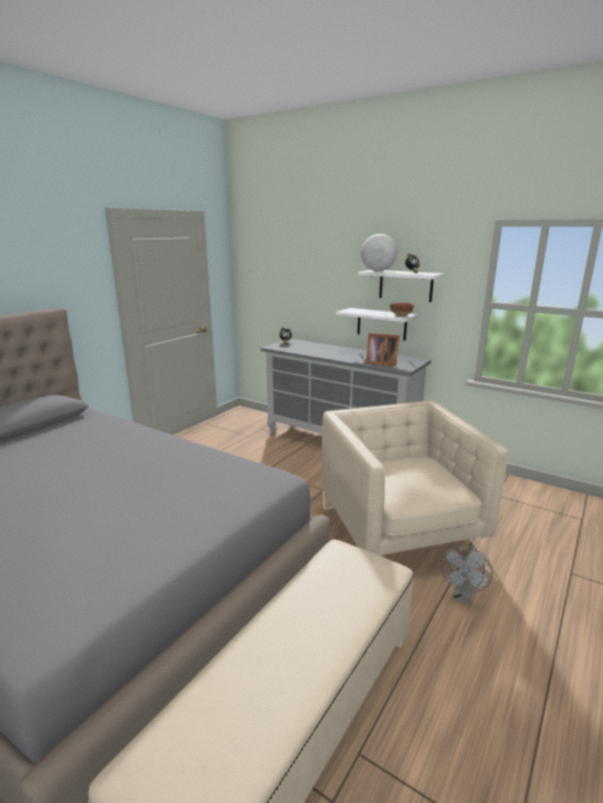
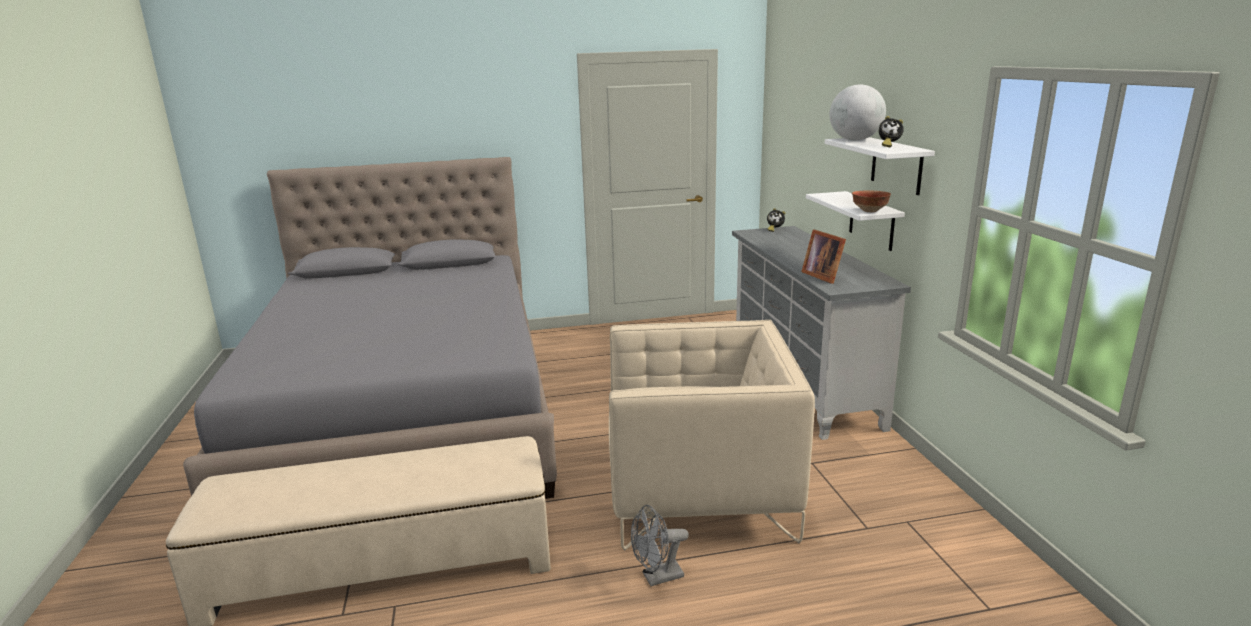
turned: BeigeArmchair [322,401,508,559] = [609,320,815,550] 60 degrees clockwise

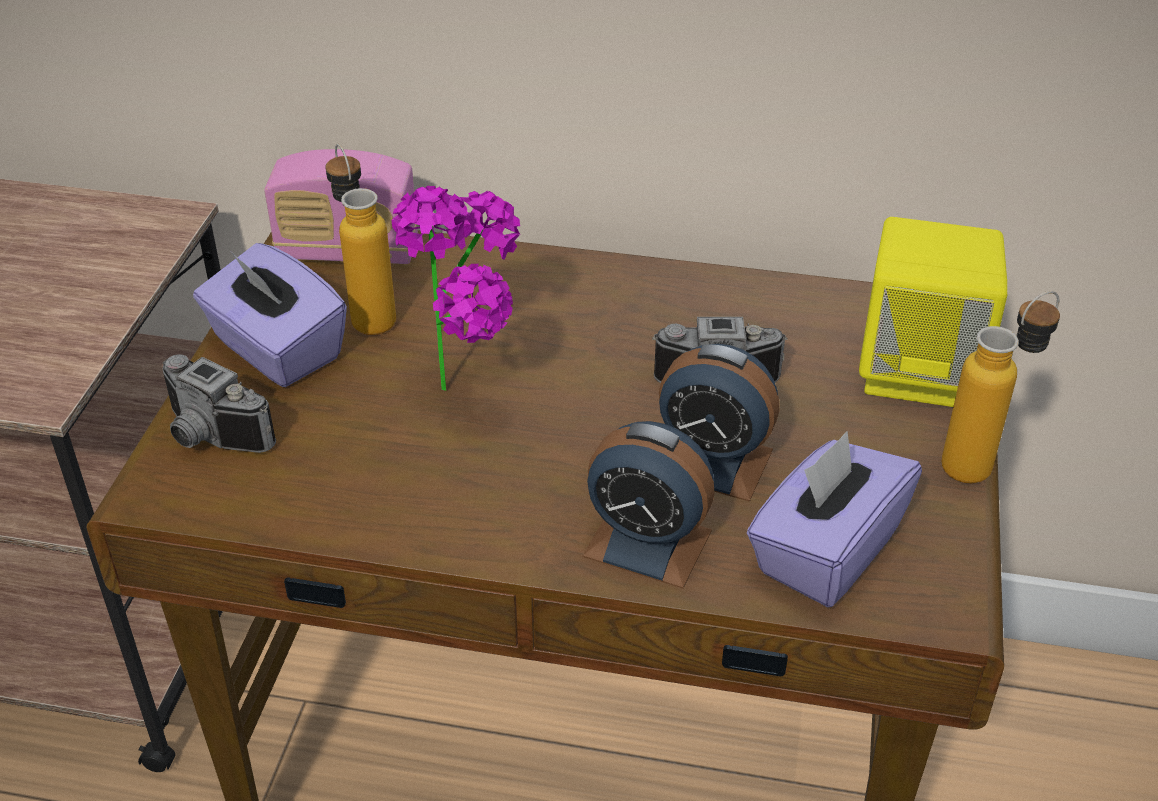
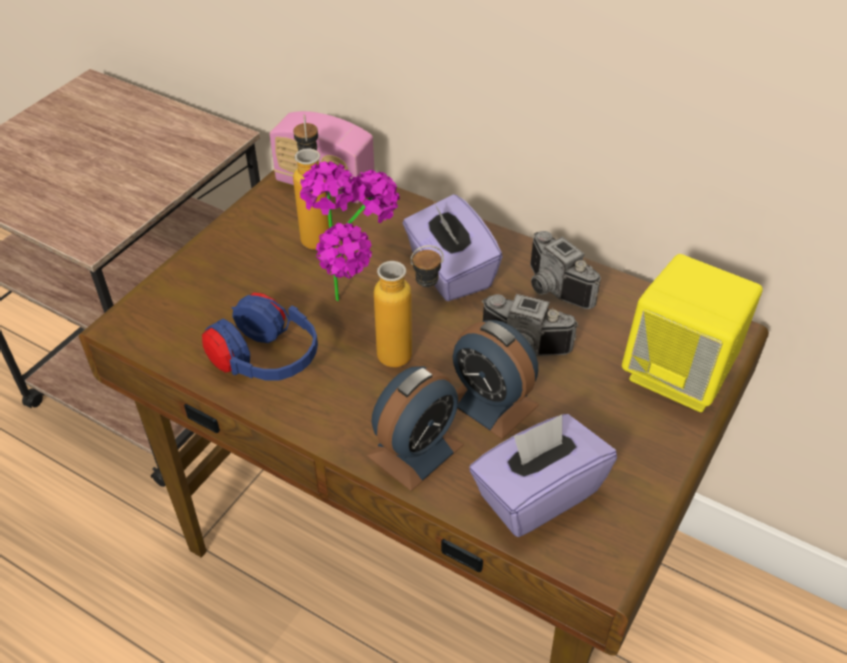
added: BlueHeadphones [202,293,318,381]
moved: PhotoCamera [162,354,276,453] to [530,231,601,309]; PurpleTissueBox [193,243,347,387] to [402,194,503,301]; Bottle [941,291,1060,483] to [374,245,444,368]
turned: AlarmClock [583,421,715,589] = [367,366,464,491] 90 degrees counterclockwise

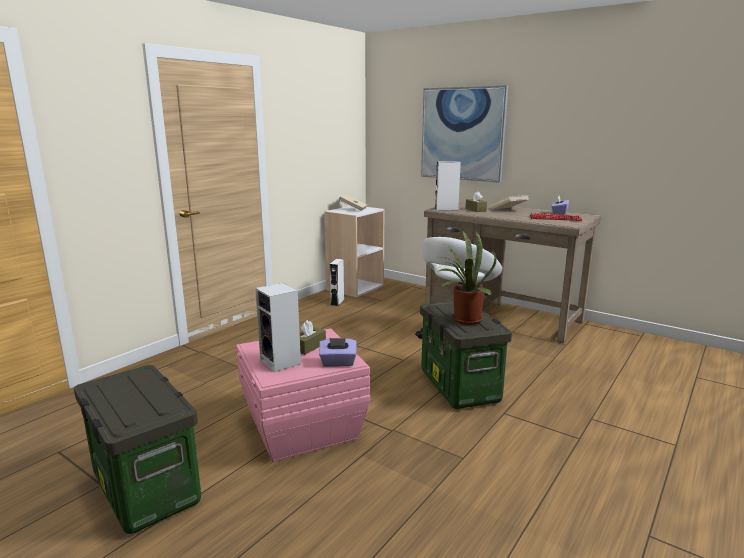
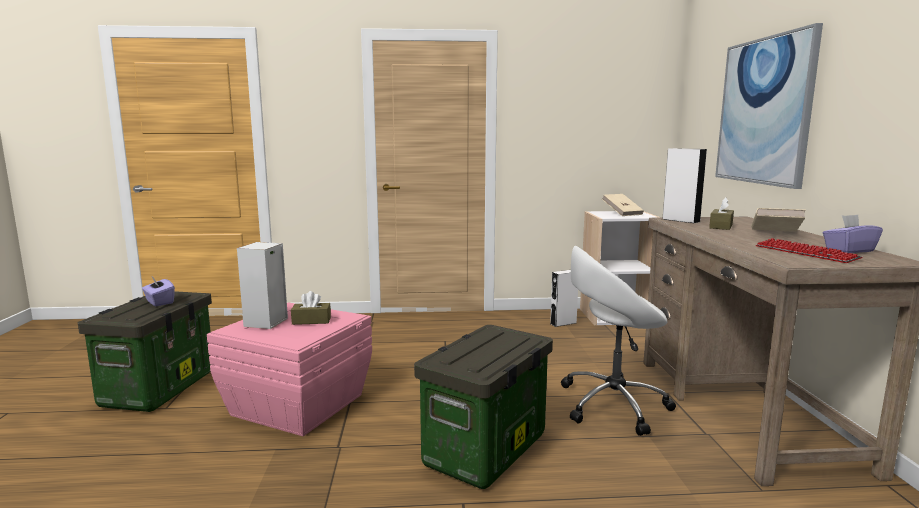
removed: PottedPlant [437,230,496,325]
moved: PurpleTissueBox [319,338,357,367] to [142,277,175,306]

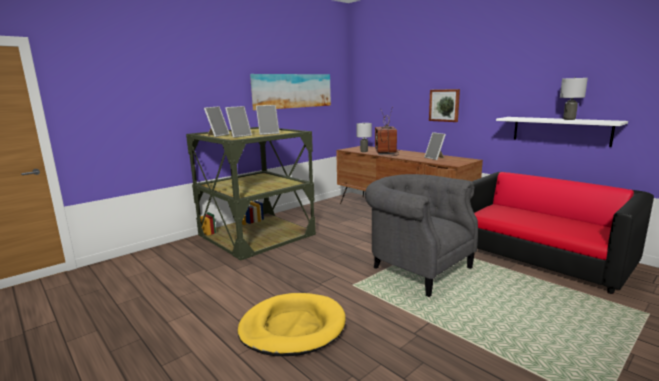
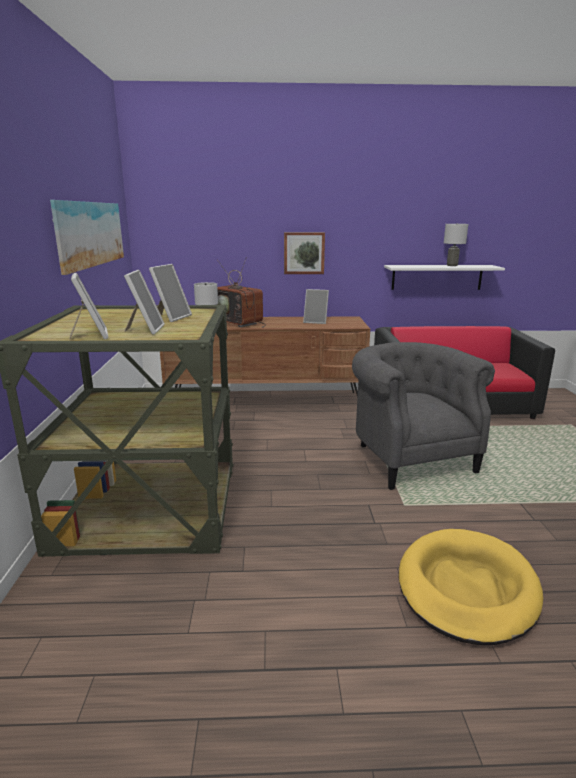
turned: GreyArmchair [365,174,478,297] = [352,342,495,490] 75 degrees clockwise

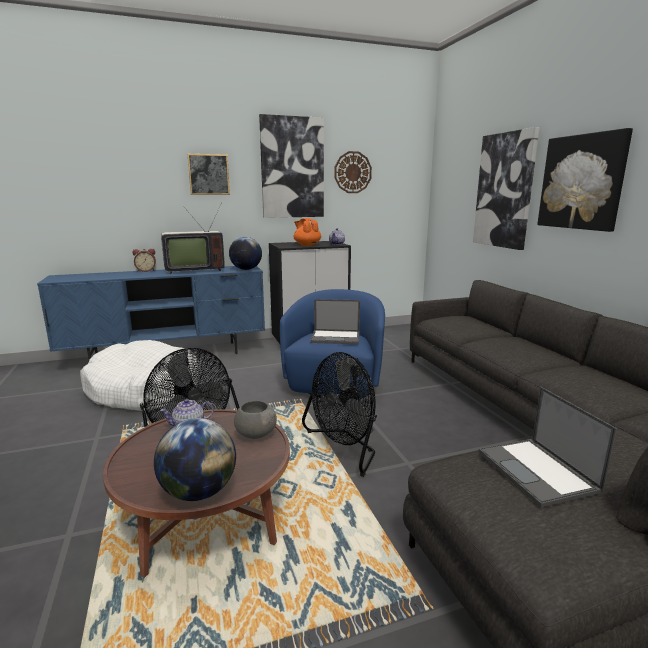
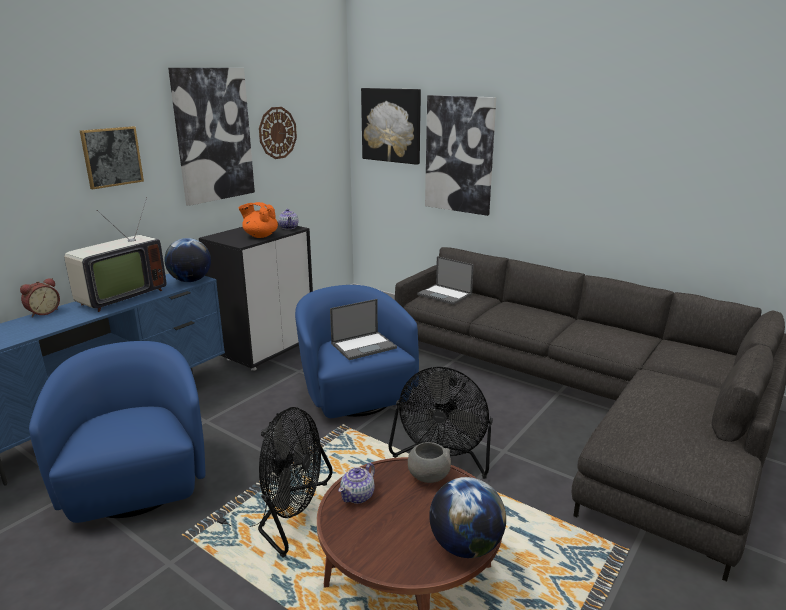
moved: Laptop [478,387,617,508] to [417,256,474,305]; Picture [537,128,633,232] to [361,88,421,165]
replaced: WhiteDogBed [80,340,198,411] to BlueArmchair [29,341,206,523]

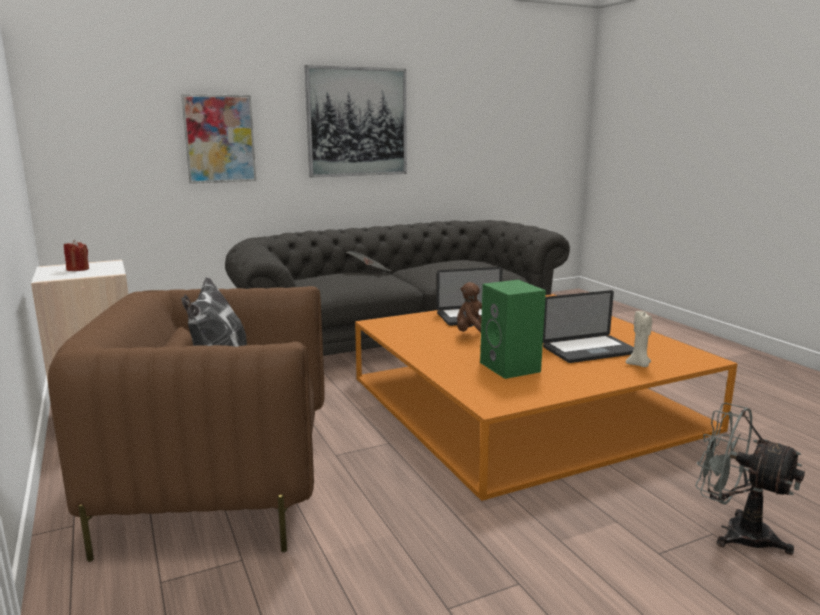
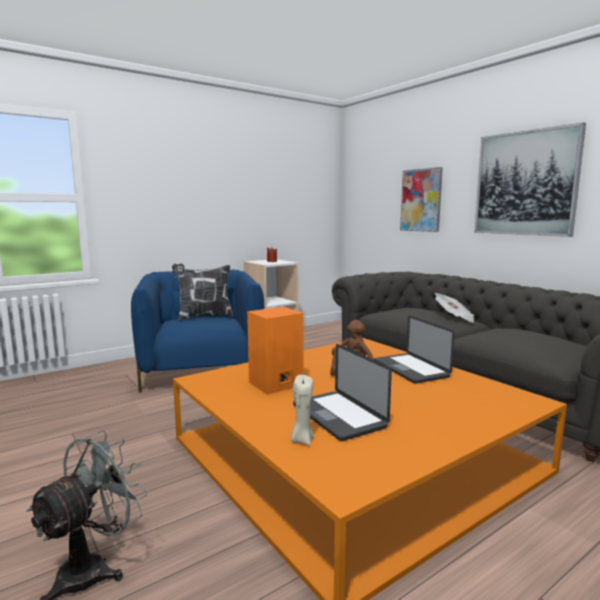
recoloured: BrownArmchair [48,286,325,562] to BlueArmchair [131,270,264,393]; GreenSpeaker [480,280,546,379] to OrangeSpeaker [247,307,304,395]

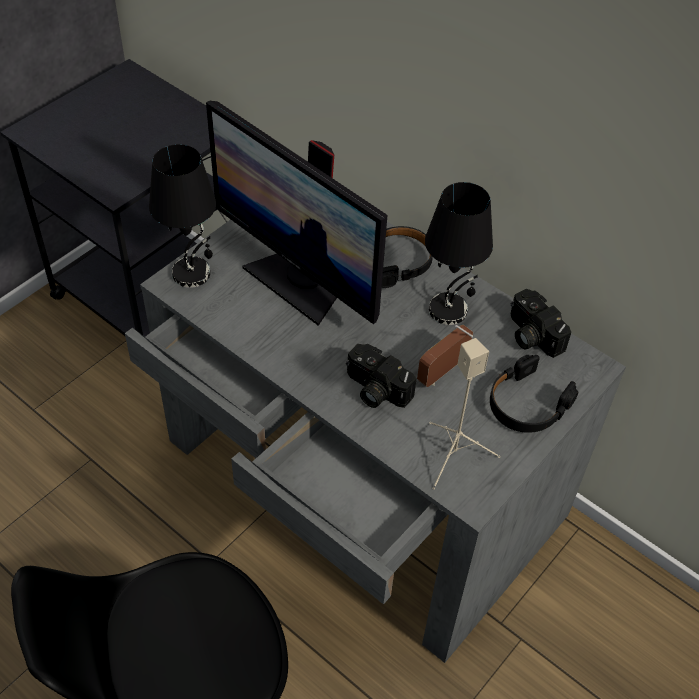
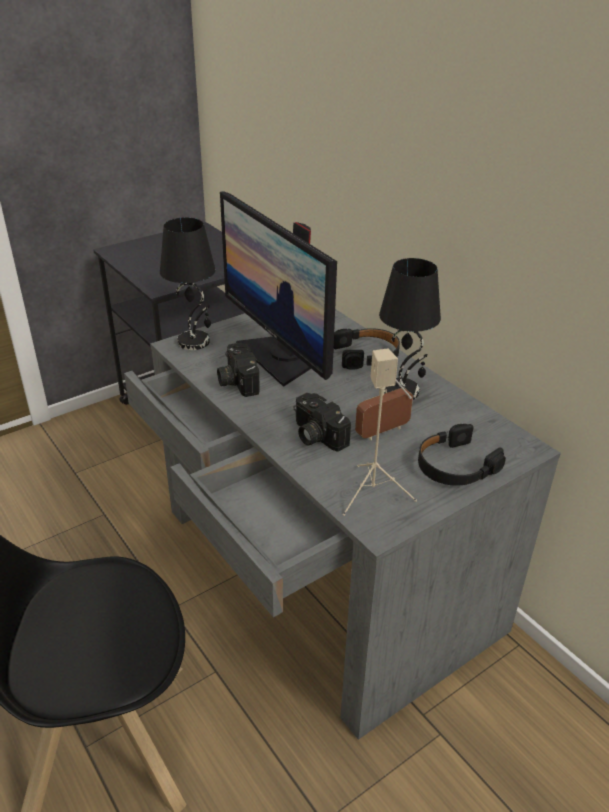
moved: PhotoCamera [511,289,571,358] to [217,343,260,397]

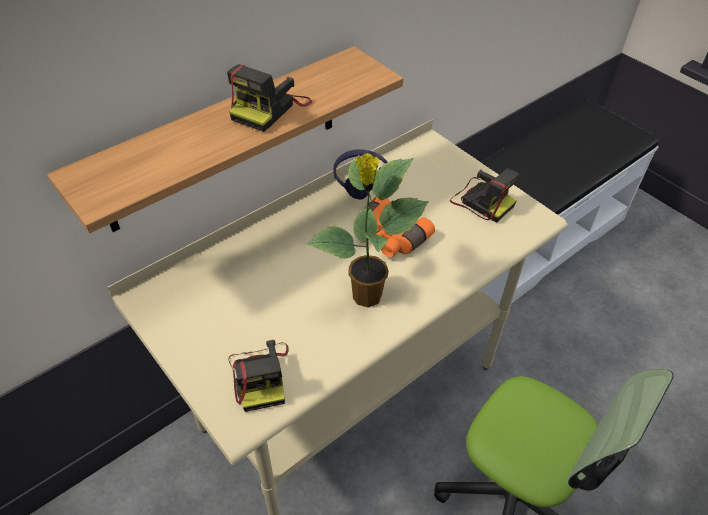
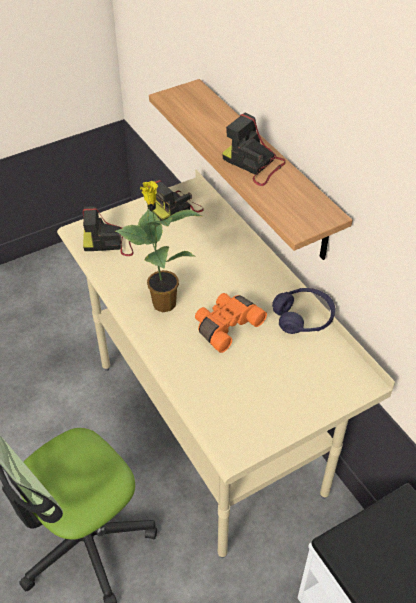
moved: PhotoCamera [450,168,520,222] to [147,179,204,221]

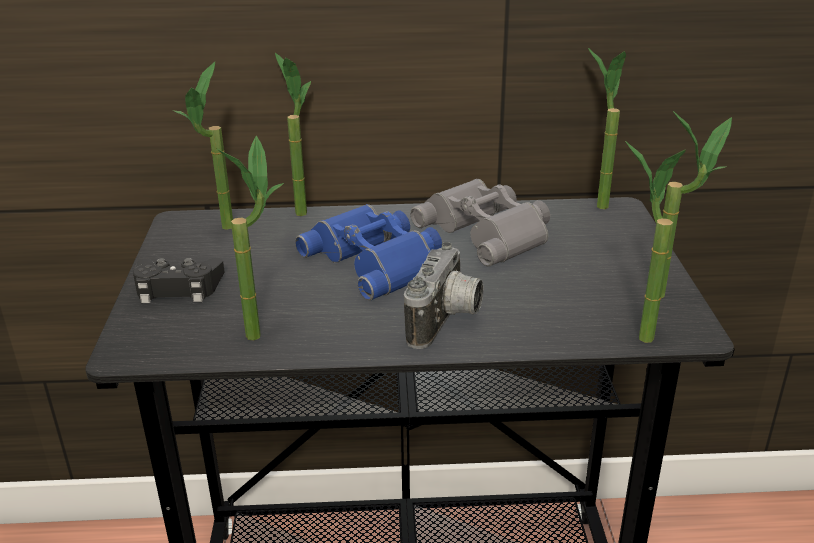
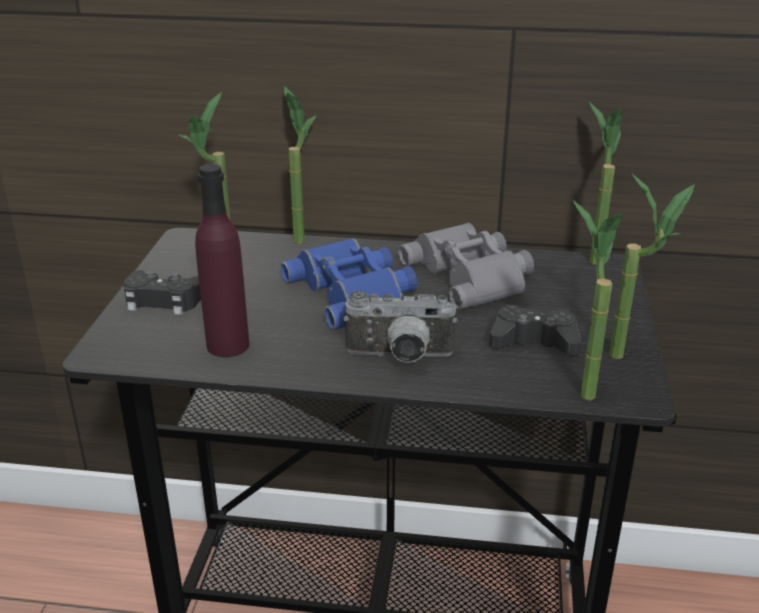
added: BlackGameController [489,305,581,355]
replaced: PottedPlant [216,136,284,340] to PurpleBottle [195,164,249,357]
turned: PhotoCamera [404,242,484,349] = [343,291,458,363] 60 degrees clockwise

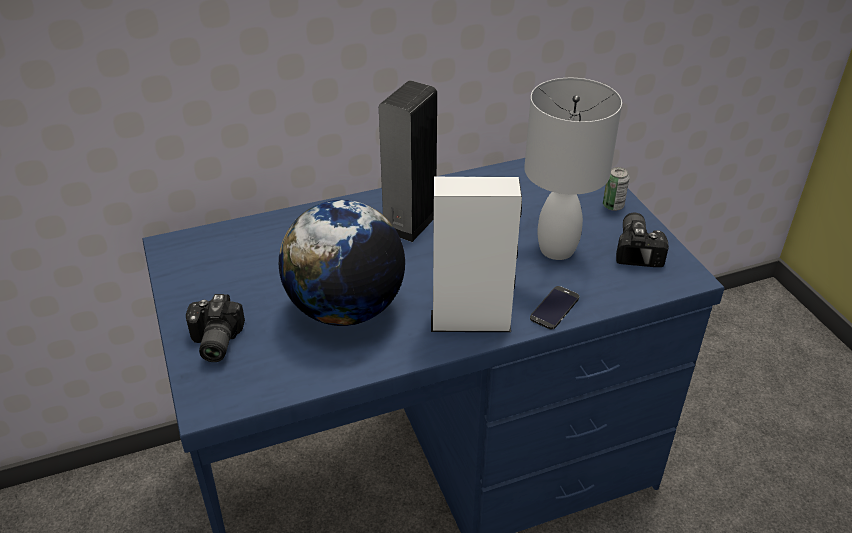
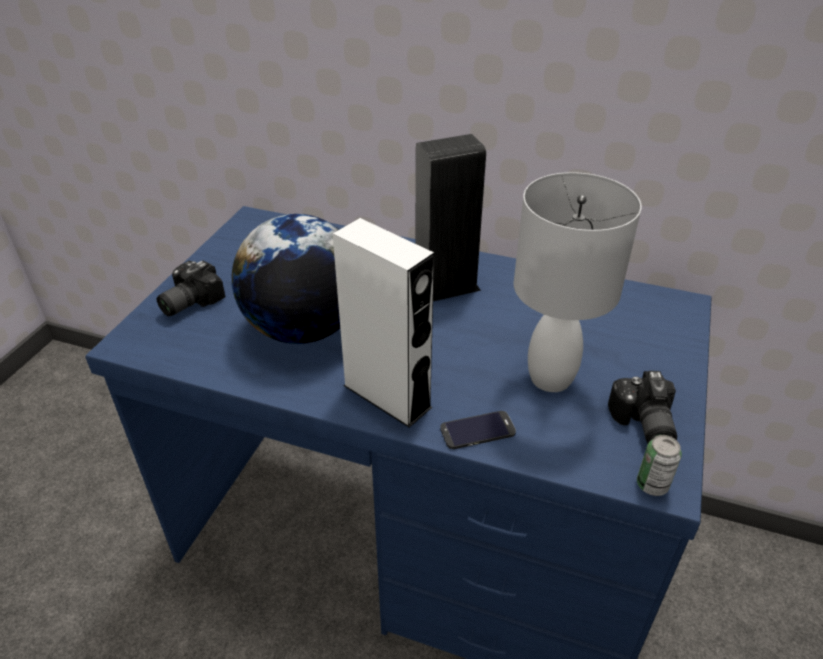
moved: Can [603,167,630,211] to [637,435,682,496]
turned: PhotoCamera [616,213,669,267] = [608,371,677,444] 135 degrees clockwise

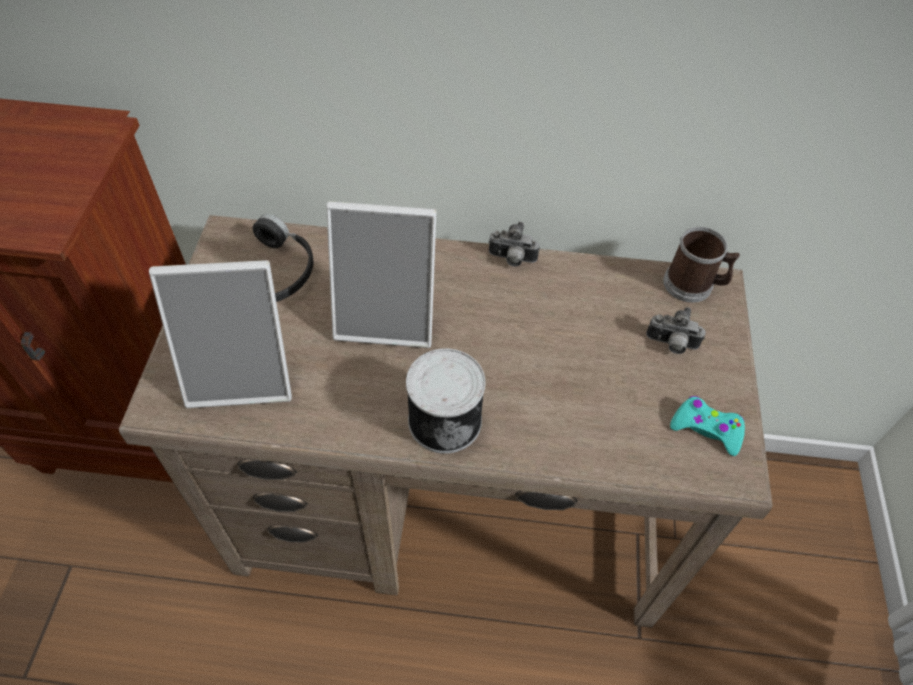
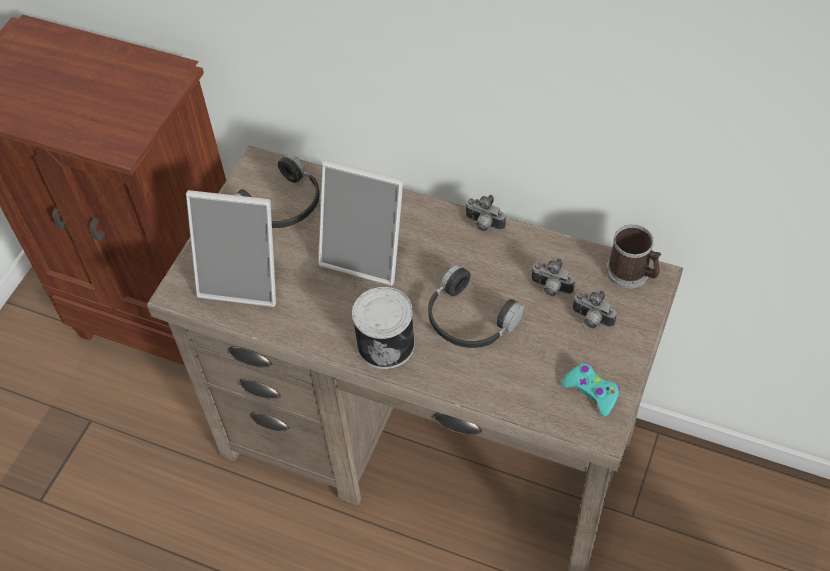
added: BlackHeadphones [428,264,524,348]; PhotoCamera [531,258,575,296]

